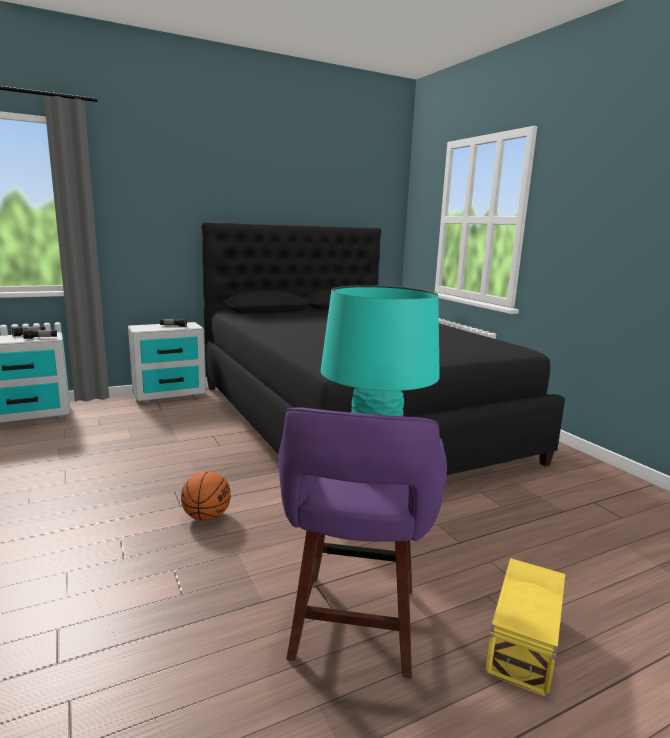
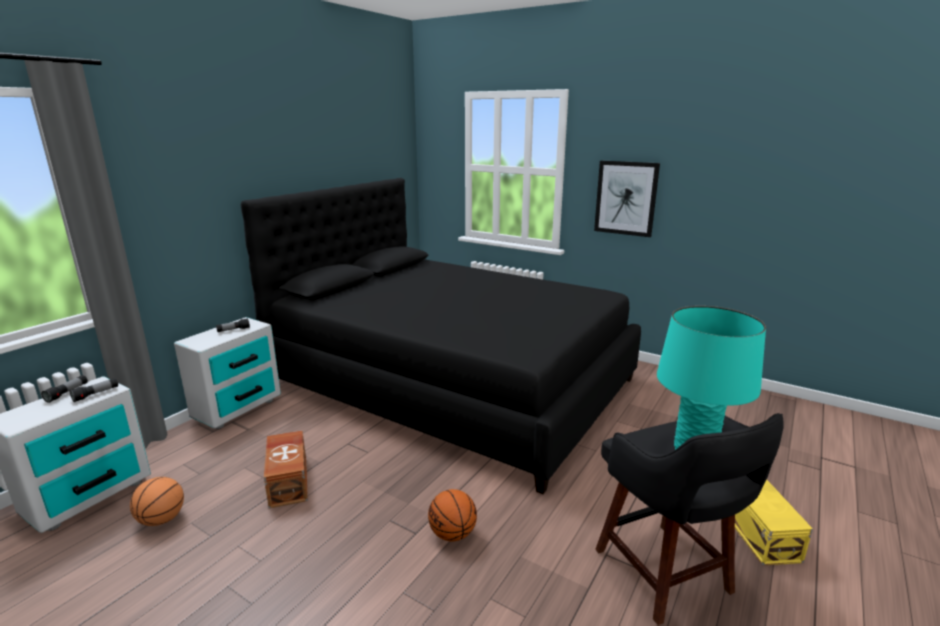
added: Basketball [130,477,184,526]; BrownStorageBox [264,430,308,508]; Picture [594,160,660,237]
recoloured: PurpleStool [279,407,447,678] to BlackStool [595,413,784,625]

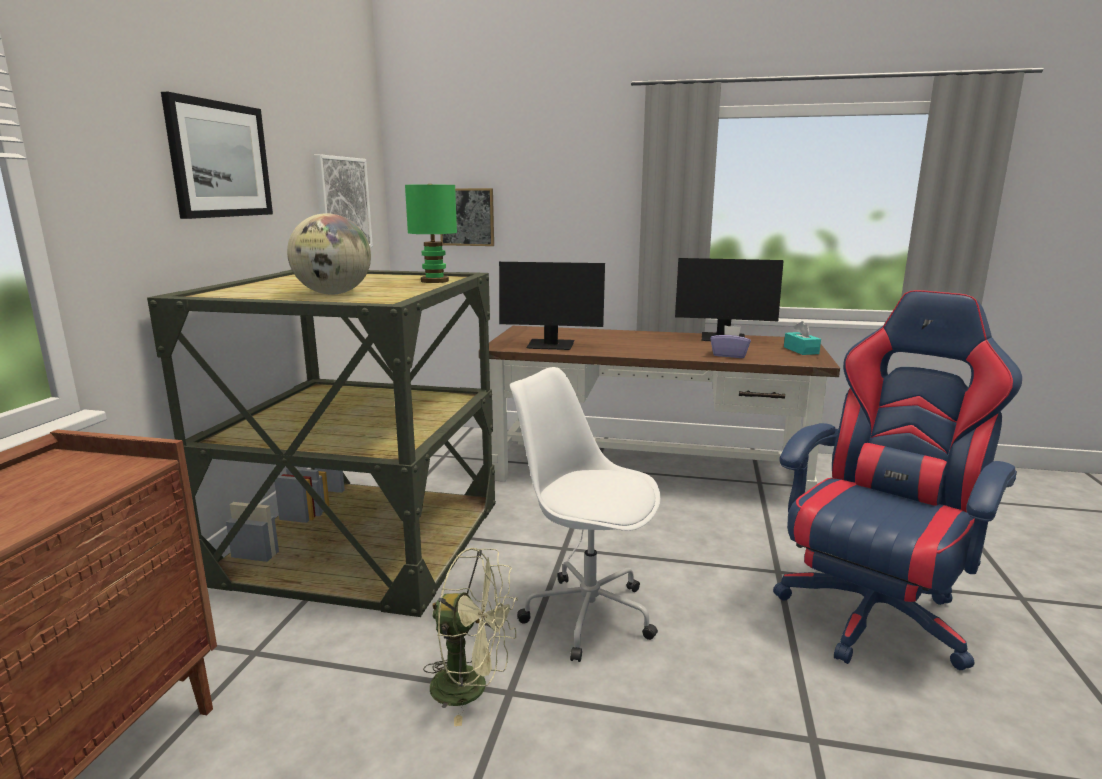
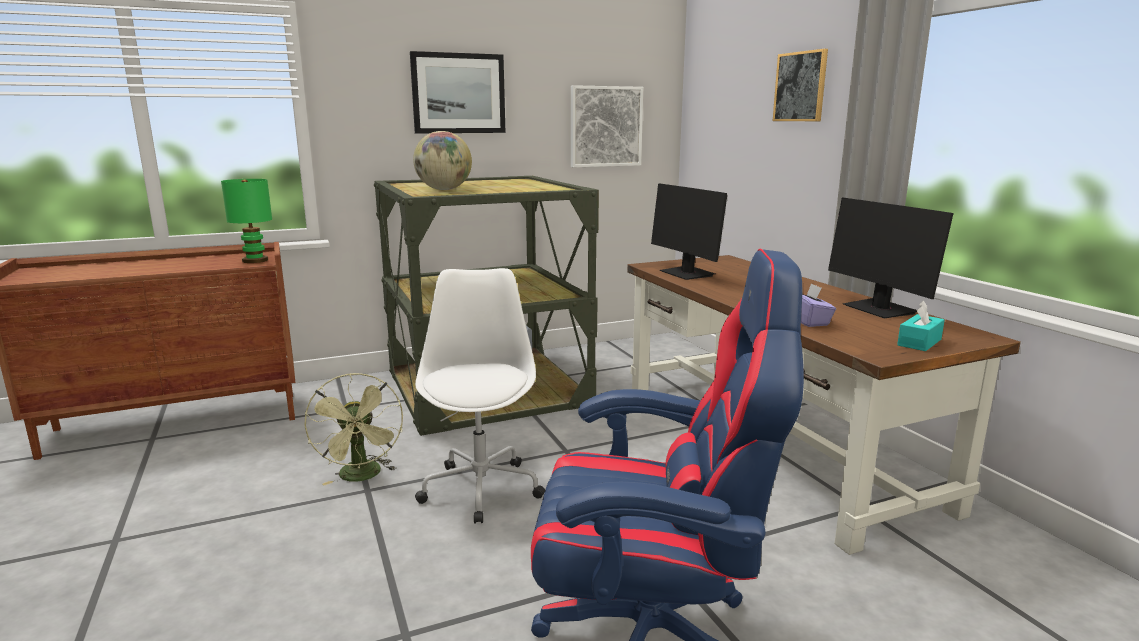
moved: GreenTableLamp [405,184,457,283] to [221,179,272,263]; Picture [440,188,494,246] to [773,49,828,121]

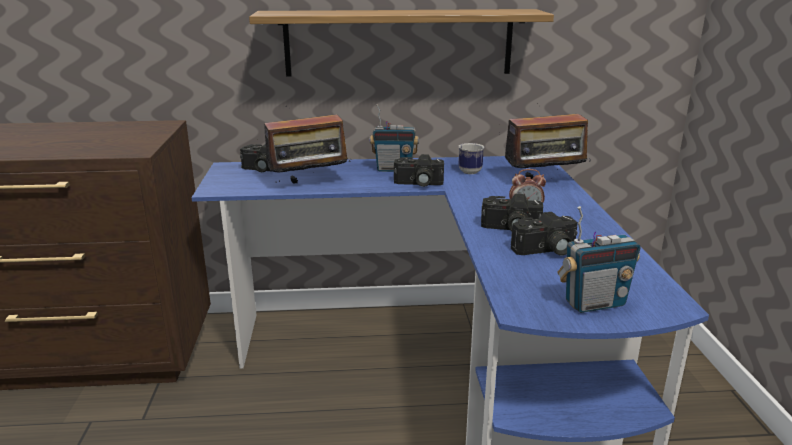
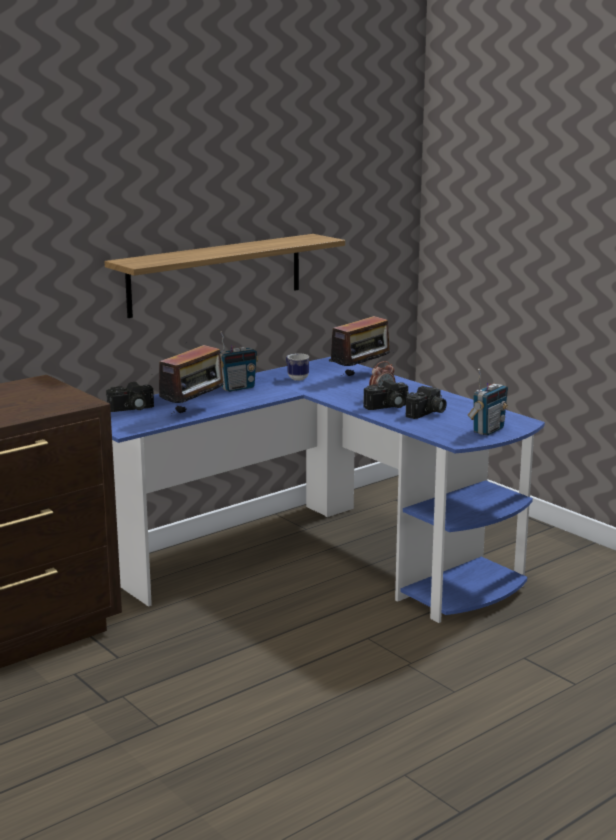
removed: PhotoCamera [394,154,444,187]

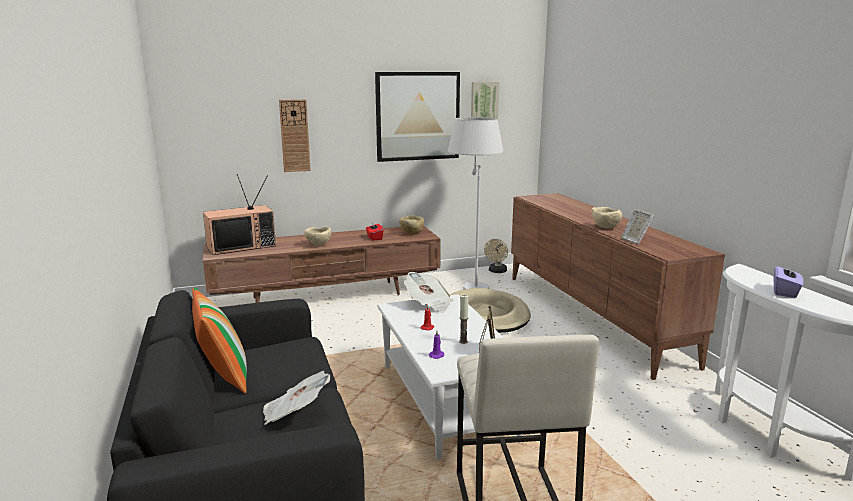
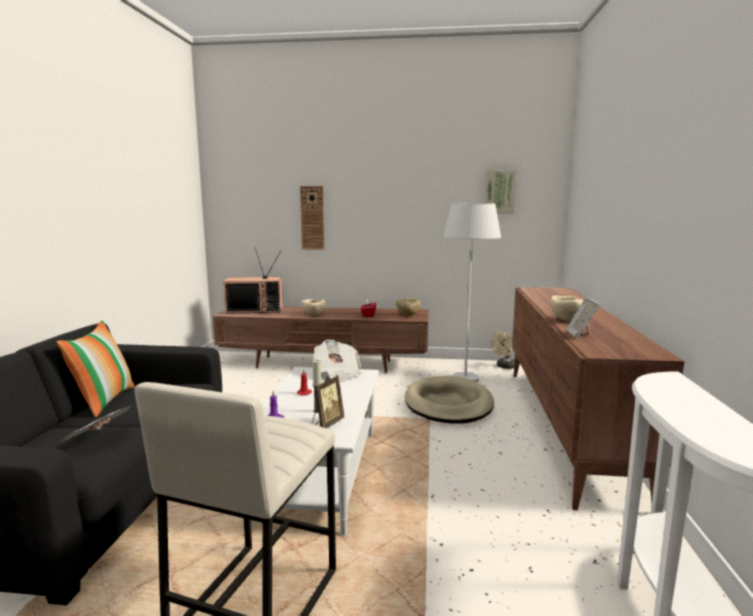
removed: Picture [375,72,460,162]; PurpleTissueBox [774,264,803,298]

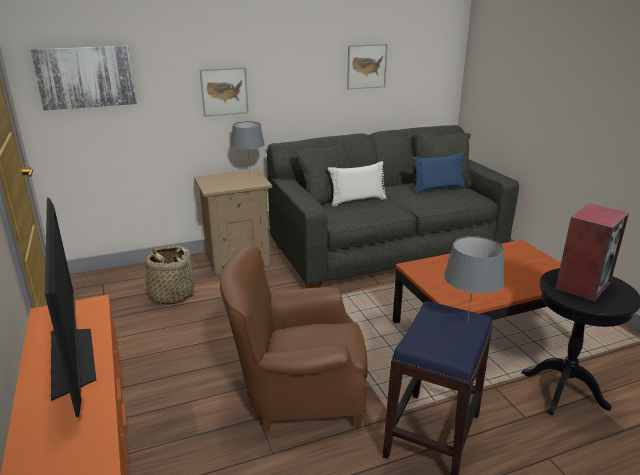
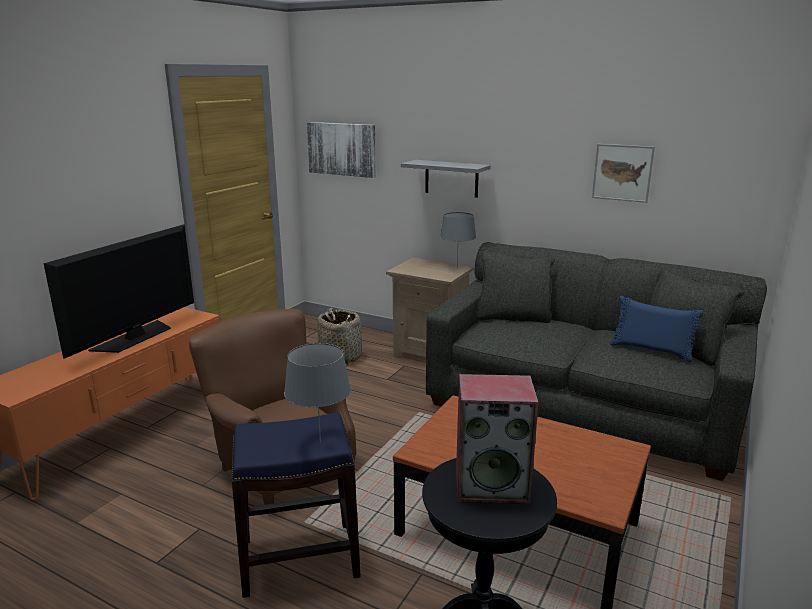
removed: WhitePillow [328,161,386,207]
replaced: Picture [200,67,249,117] to GreyShelf [401,160,491,198]

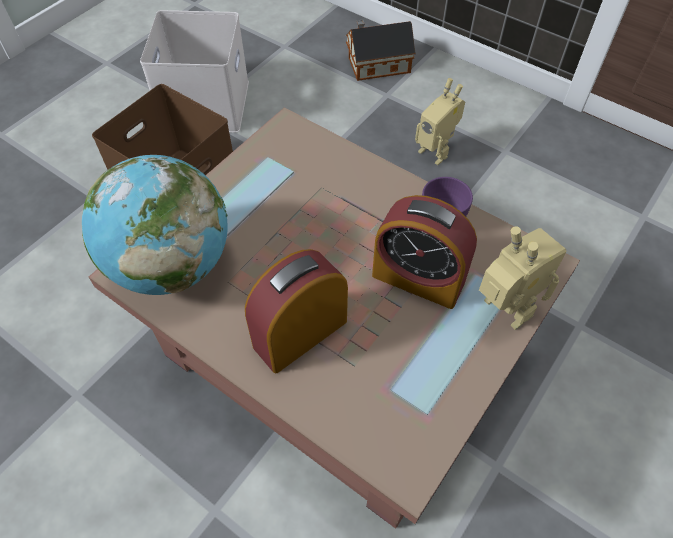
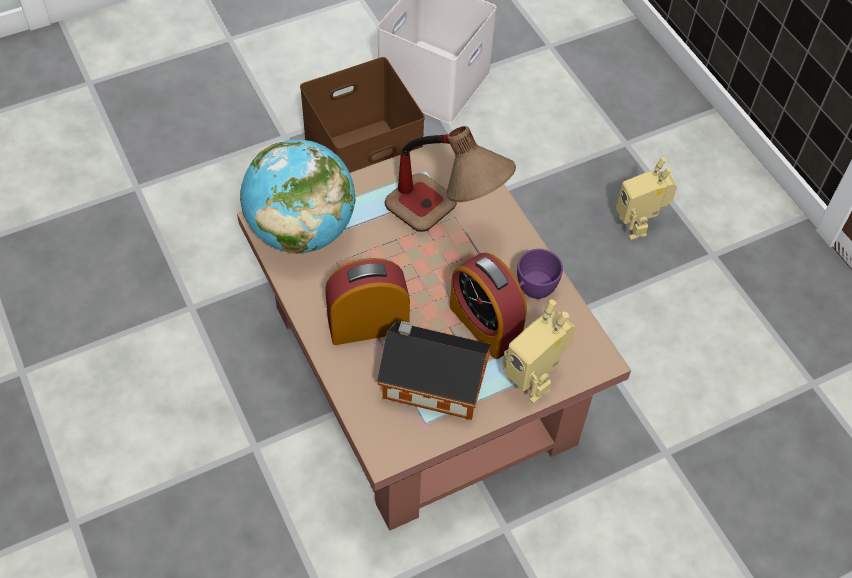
added: TableLamp [385,126,516,232]
moved: ToyHouse [346,20,416,81] to [377,321,491,420]
turned: ToyRobot [479,226,567,330] = [502,300,576,404] 150 degrees clockwise

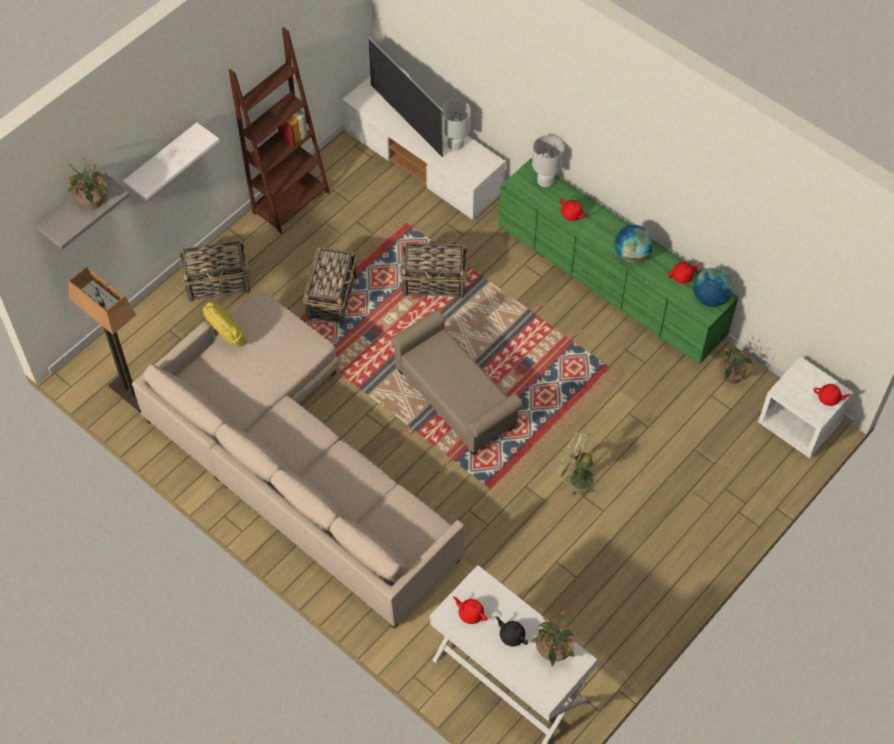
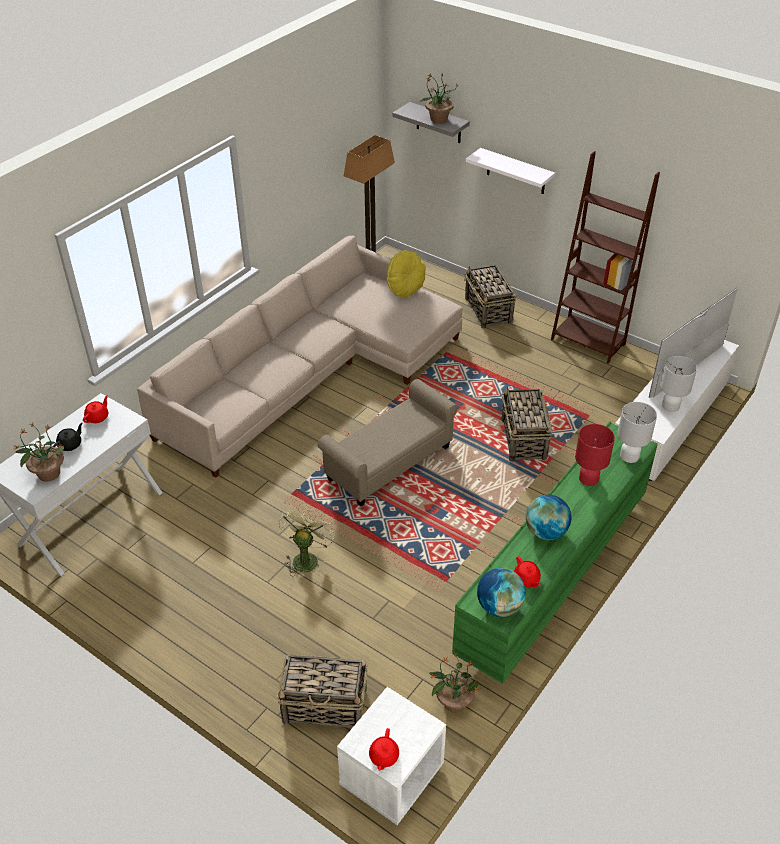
moved: Basket [303,247,357,325] to [277,654,368,728]
replaced: RedTeapot [560,199,587,221] to RedTableLamp [575,424,615,486]

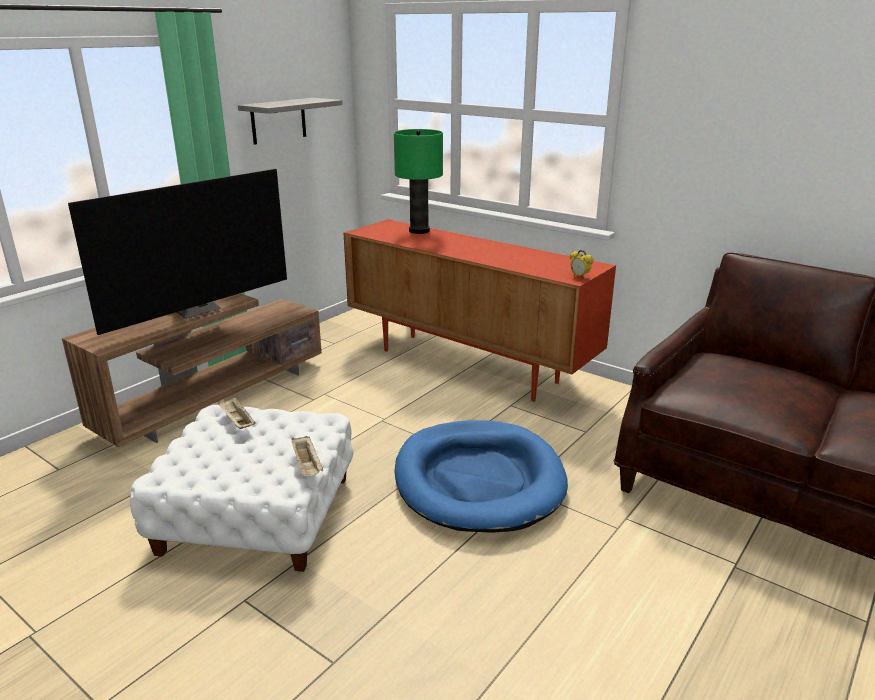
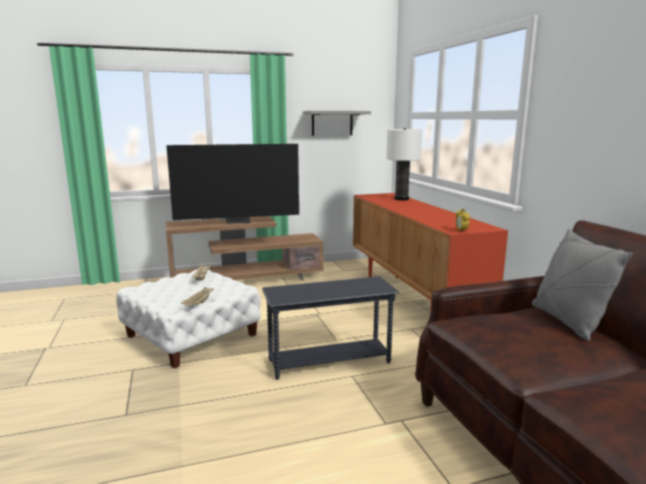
added: GreyPillow [532,229,633,341]
replaced: BlueDogBed [394,420,568,533] to GreySideTable [262,276,399,380]
recoloured: GreenTableLamp [394,129,443,234] to WhiteTableLamp [386,128,422,200]

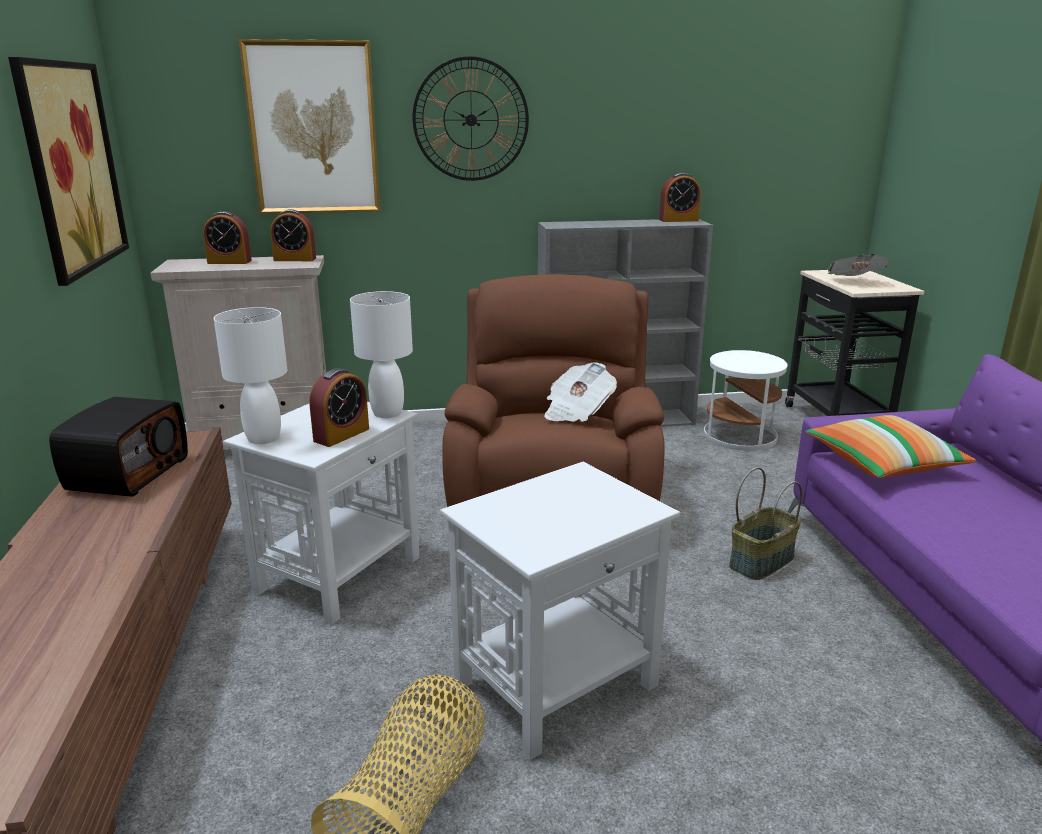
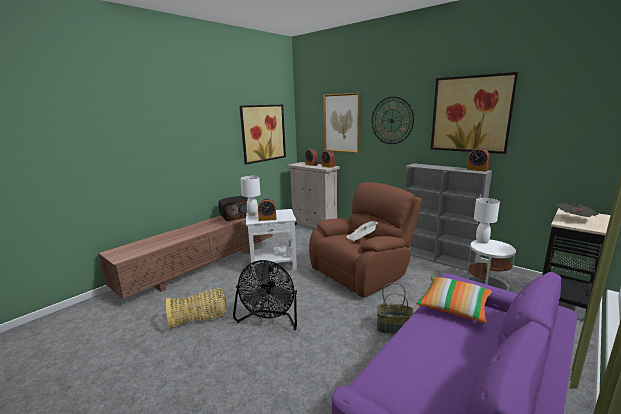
added: Picture [431,72,518,154]
moved: WhiteTableLamp [350,291,413,418] to [474,198,500,244]
replaced: WhiteSideTable [440,462,680,760] to BlackFan [233,260,297,330]

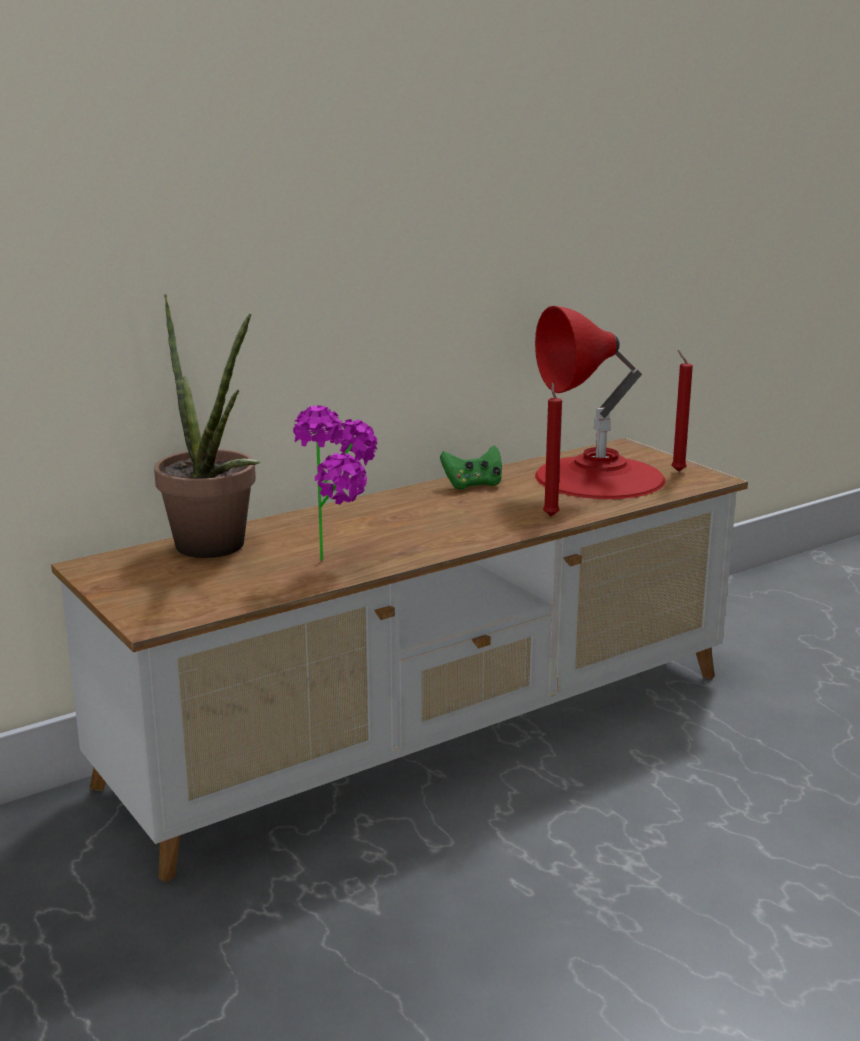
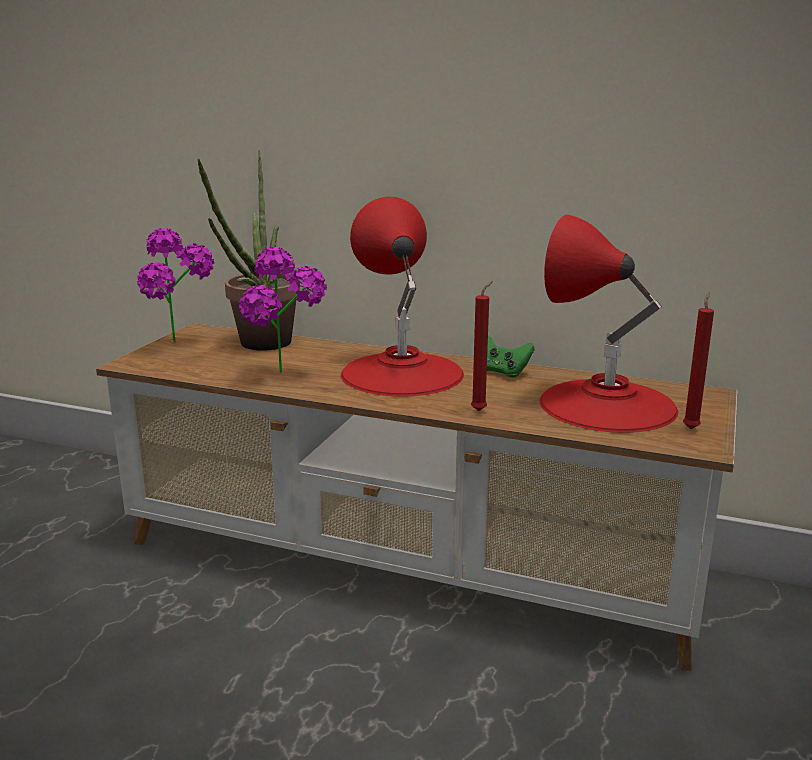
added: PottedPlant [137,228,214,342]; RedTableLamp [341,197,464,397]

